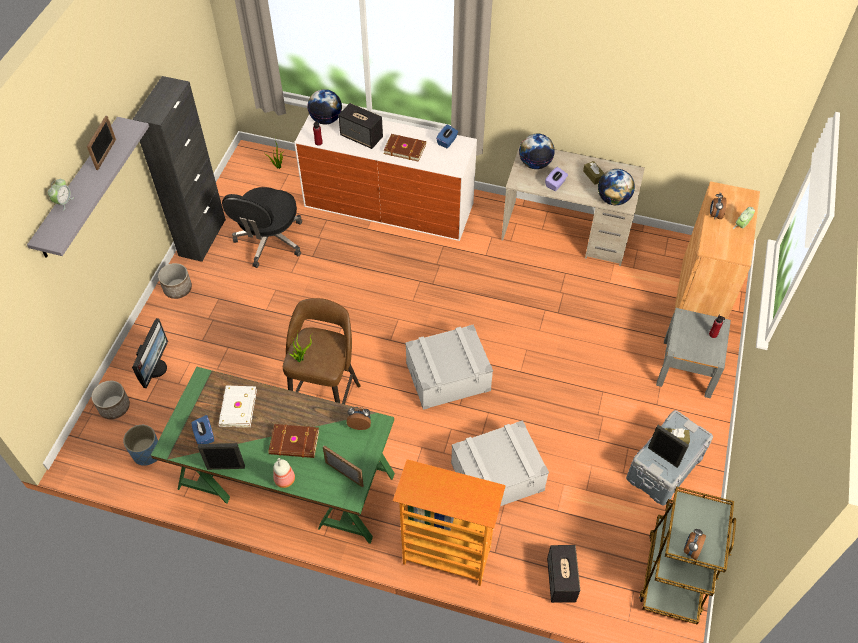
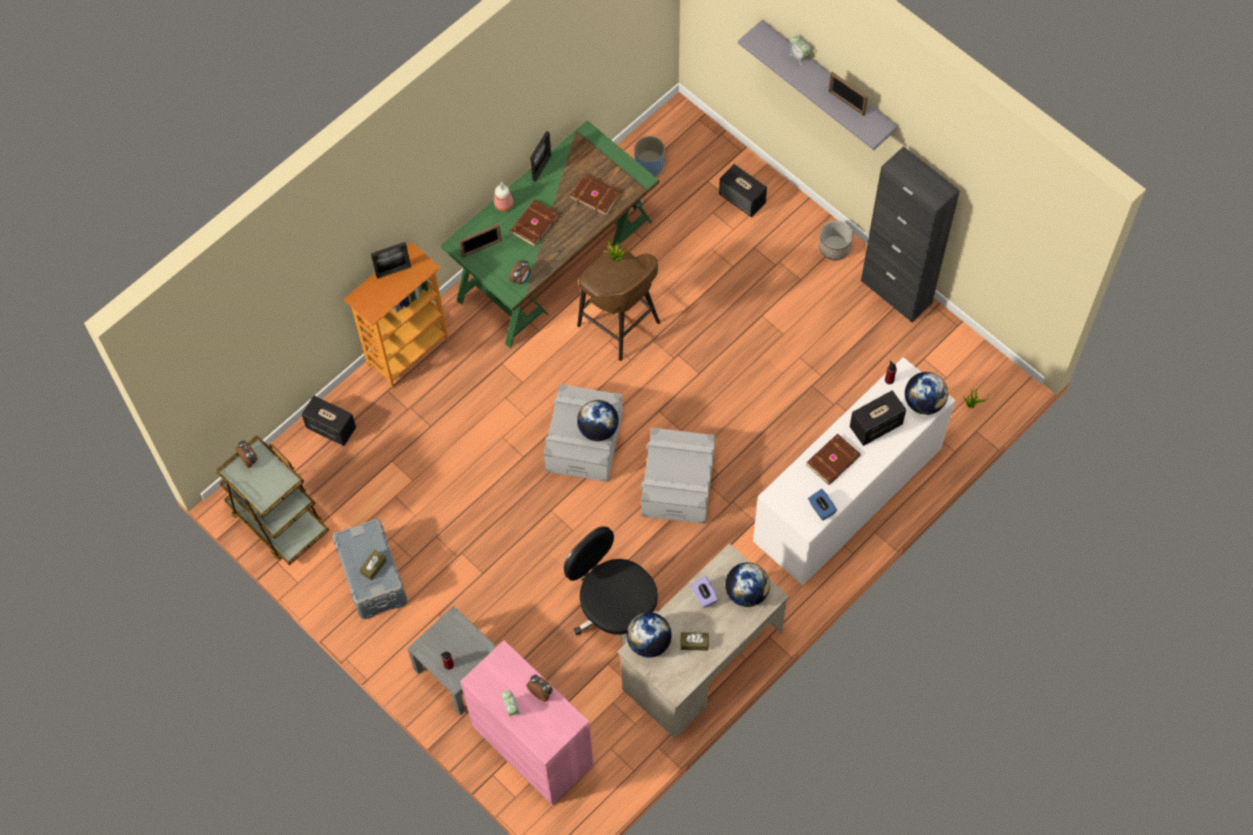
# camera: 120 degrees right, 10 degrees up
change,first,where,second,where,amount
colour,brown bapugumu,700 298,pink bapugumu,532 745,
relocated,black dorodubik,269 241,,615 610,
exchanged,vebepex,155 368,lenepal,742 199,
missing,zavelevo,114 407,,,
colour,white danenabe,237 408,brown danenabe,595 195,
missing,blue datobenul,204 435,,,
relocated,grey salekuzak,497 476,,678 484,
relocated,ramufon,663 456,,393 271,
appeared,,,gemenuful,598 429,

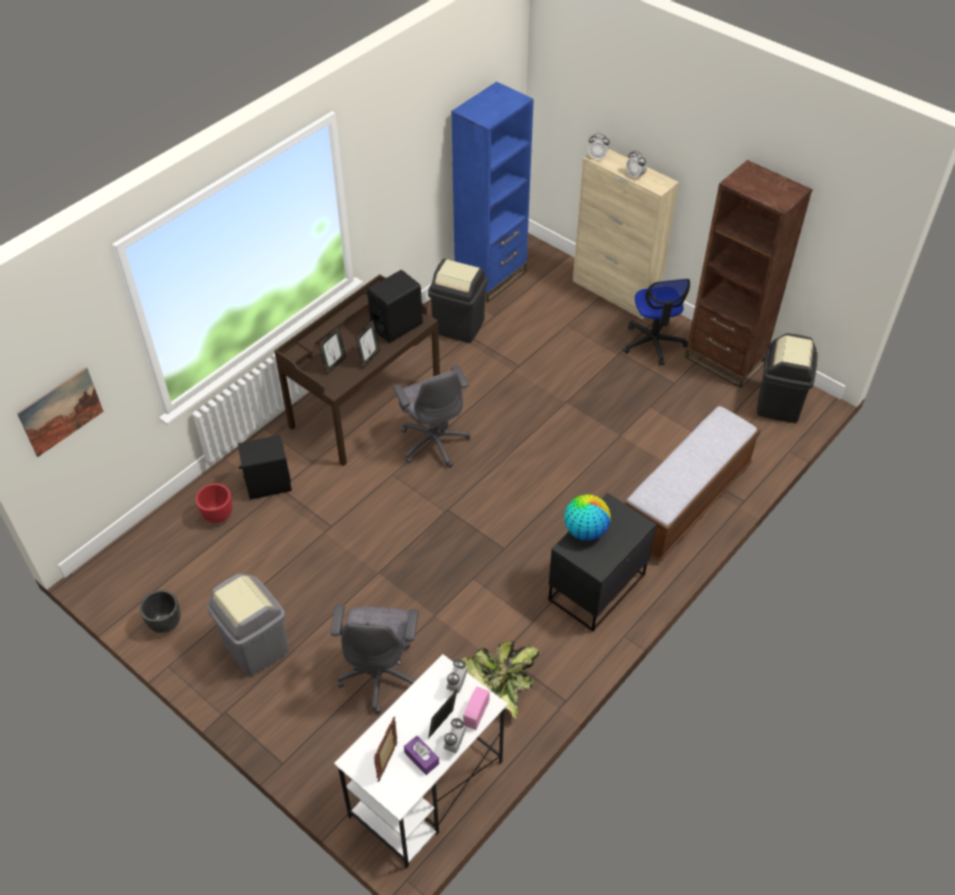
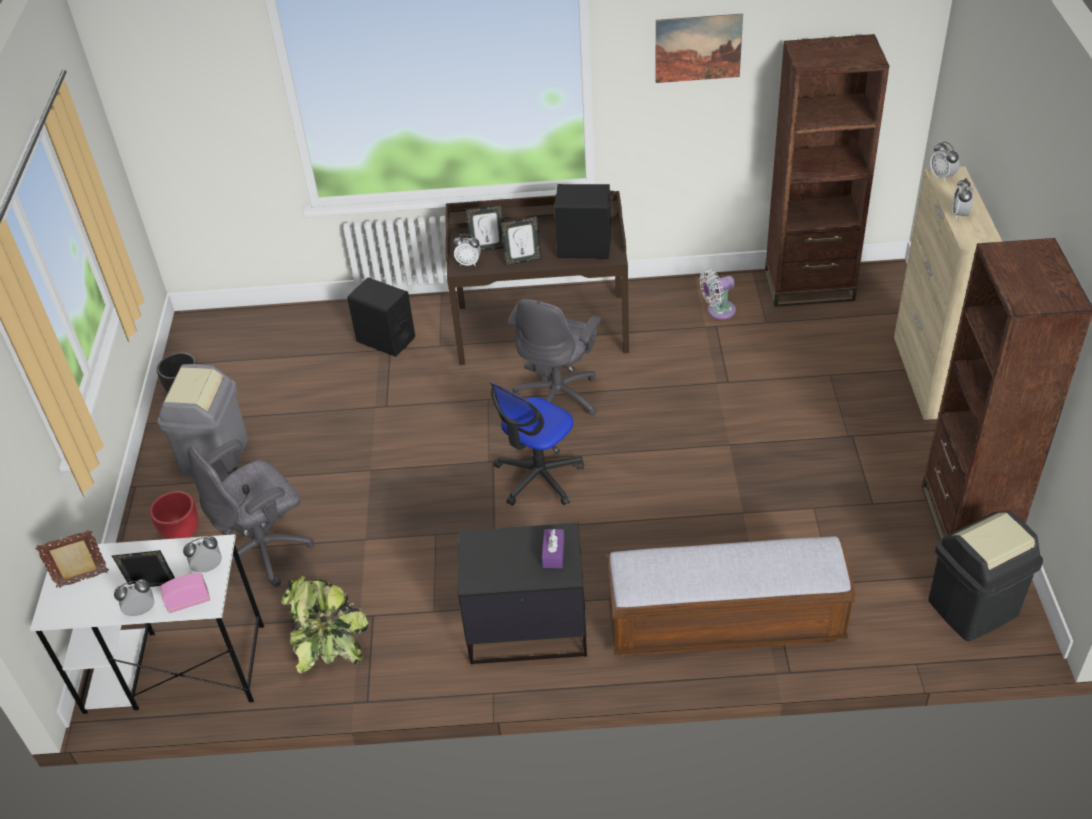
# camera: 50 degrees right, 5 degrees down
change,first,where,second,where,amount
colour,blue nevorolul,491 278,brown nevorolul,809 286,
exchanged,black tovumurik,459 326,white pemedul,718 311,
relocated,dorodubik,653 343,,538 477,
relocated,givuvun,61 411,,698 48,
relocated,red zavelevo,218 515,,182 533,
missing,gemenuful,585 531,,,
relocated,purple datobenul,421 758,,553 553,
appeared,,,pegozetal,468 263,

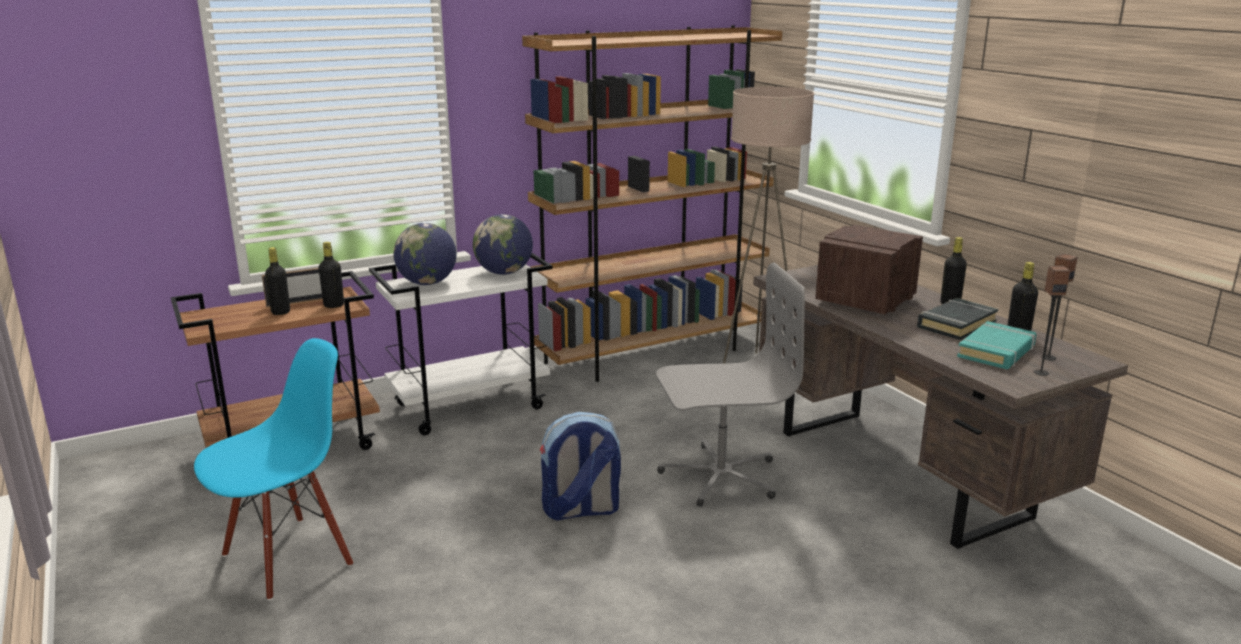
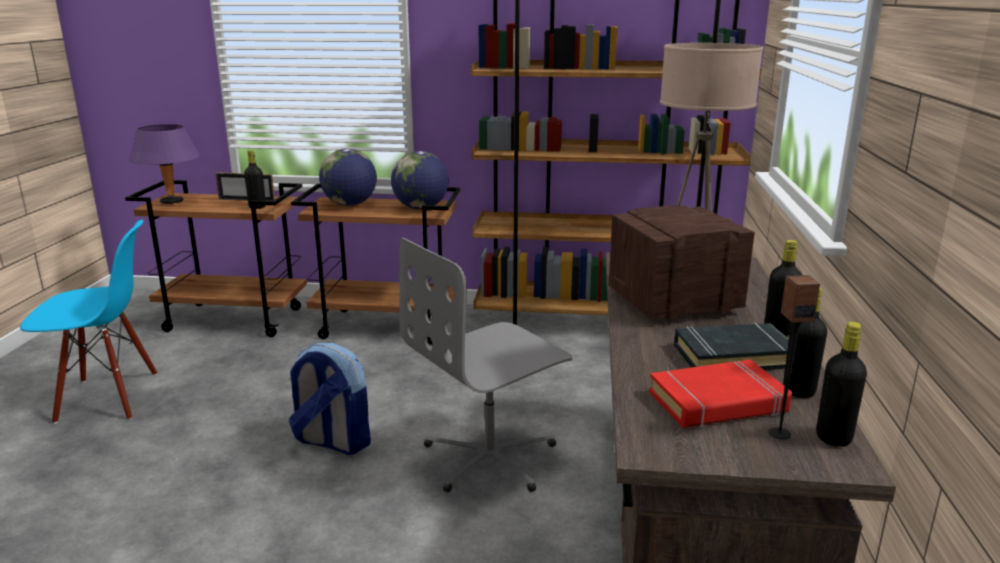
# camera: 35 degrees right, 0 degrees up
change,first,where,second,where,amount
relocated,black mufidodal,280 312,,833 437,
colour,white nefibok,470 406,brown nefibok,387 326,
spun,grey dorodubik,719 476,,491 458,120 degrees clockwise
missing,lenepal,1040 372,,,
colour,turquoise danenabe,996 351,red danenabe,718 402,
appeared,,,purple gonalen,172 202,

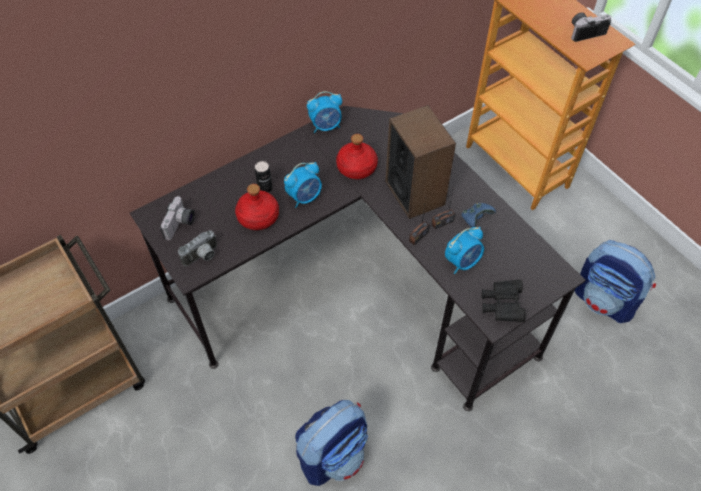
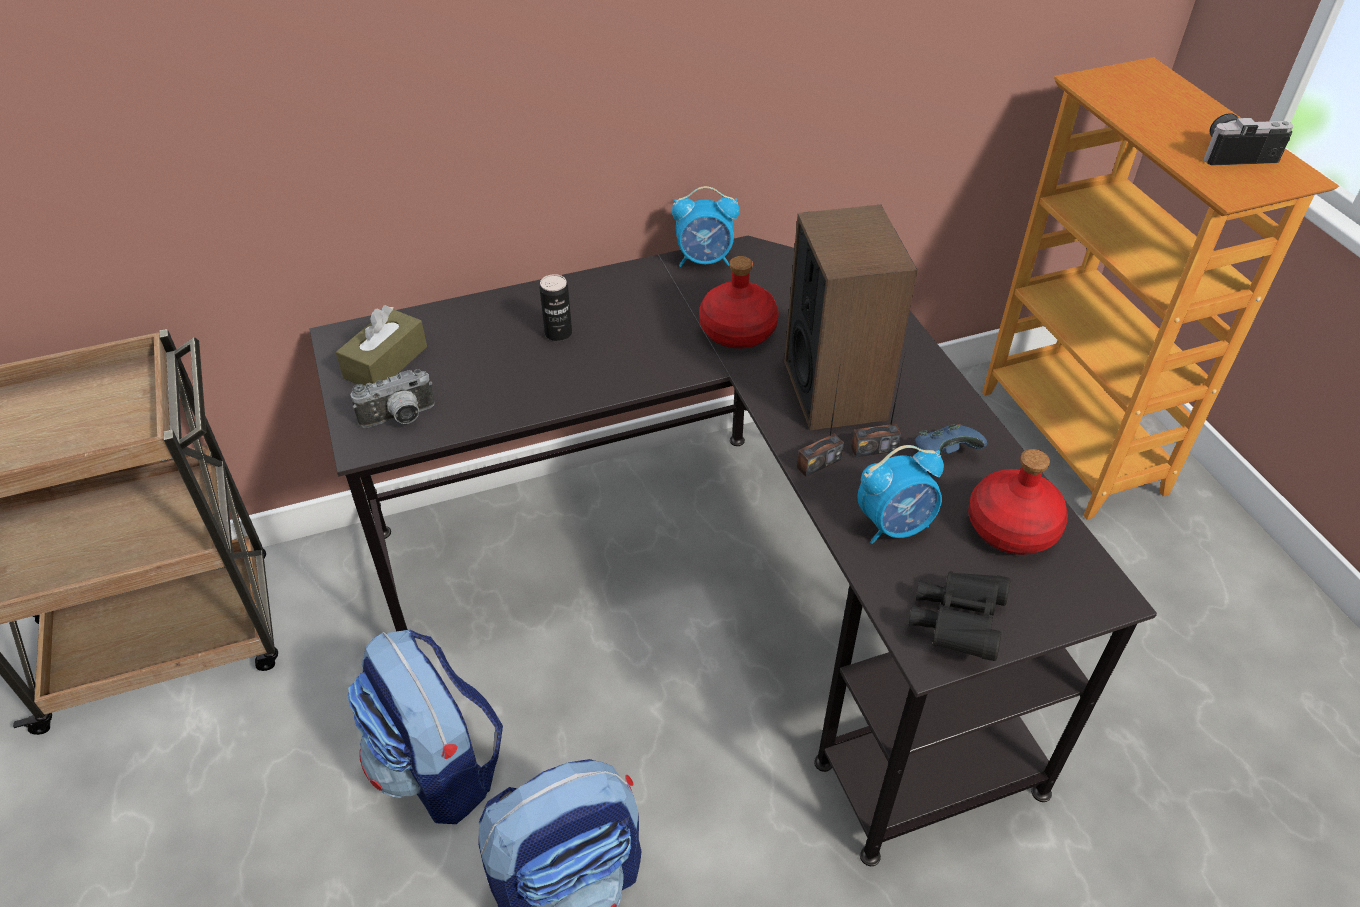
# camera: 15 degrees right, 10 degrees down
change,first,where,second,where,amount
missing,pegozetal,305 197,,,
relocated,red mufidodal,259 217,,1013 528,
exchanged,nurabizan,180 225,brown datobenul,386 362,
relocated,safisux,604 300,,439 767,

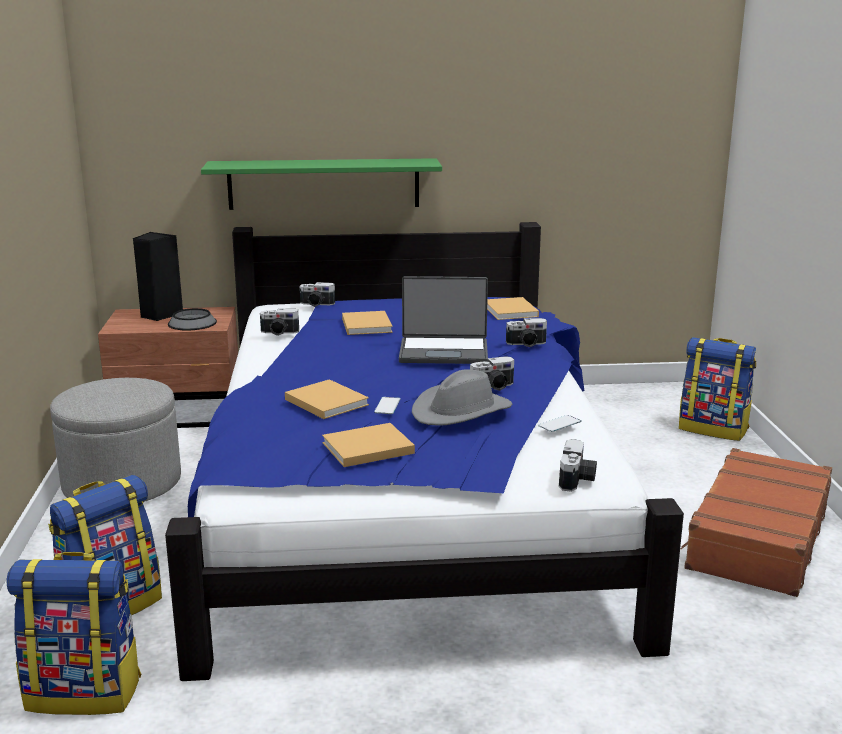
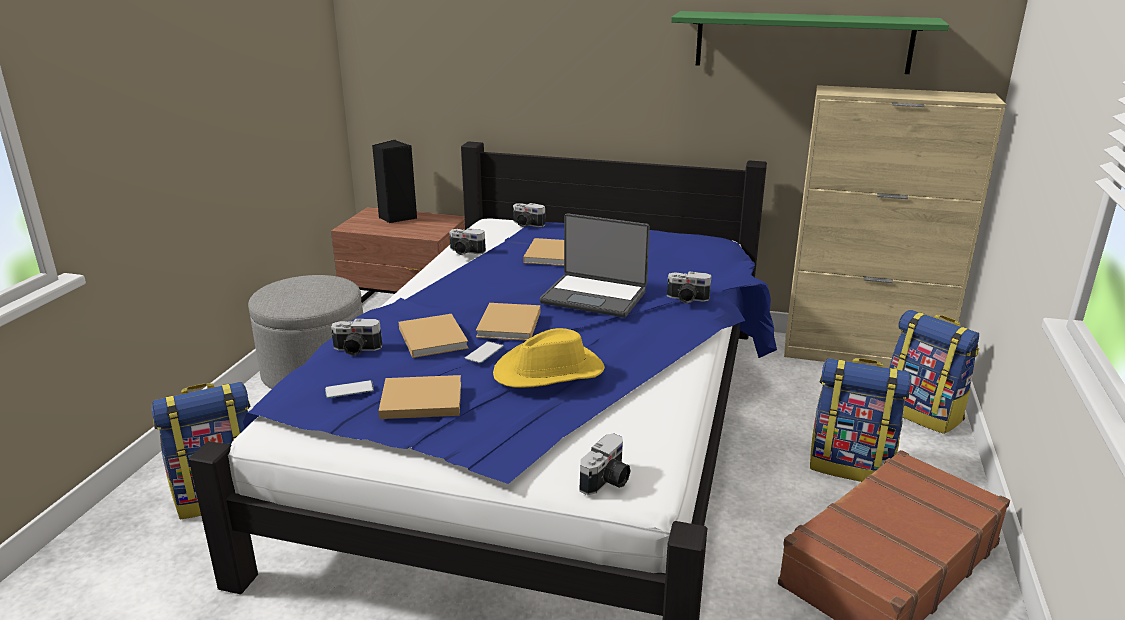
# camera: 20 degrees right, 5 degrees up
change,first,where,second,where,amount
relocated,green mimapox,324 184,,802 42,
relocated,beige danenabe,510 311,,508 325,
missing,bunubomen,192 323,,,
relocated,nurabizan,493 387,,356 350,
colour,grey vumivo,461 411,yellow vumivo,550 372,
relocated,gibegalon,560 424,,349 389,
relocated,safisux,85 692,,851 465,
appeared,,,beige bapugumu,863 355,

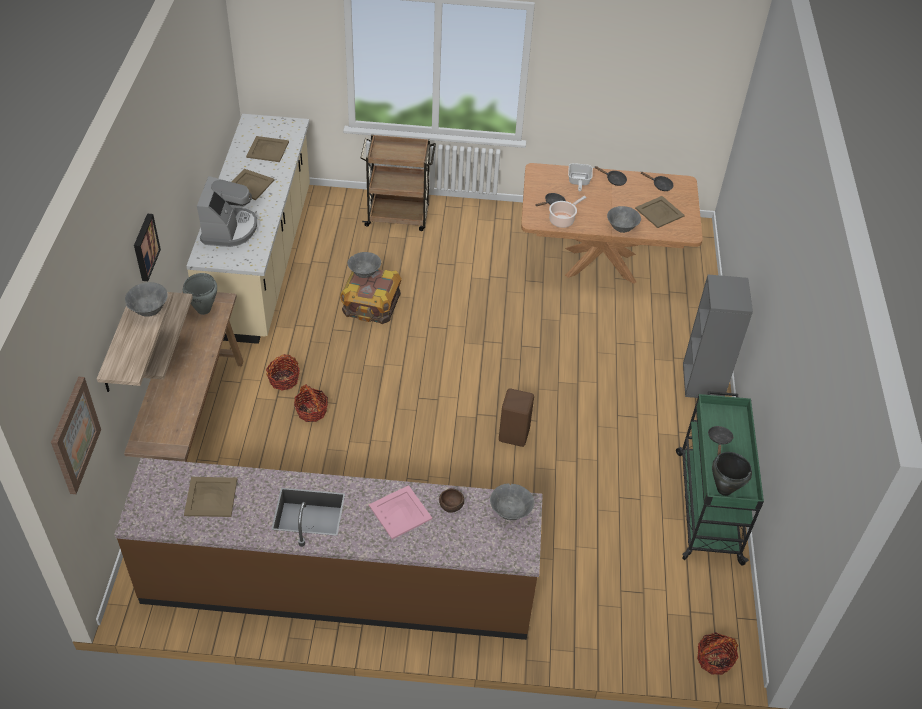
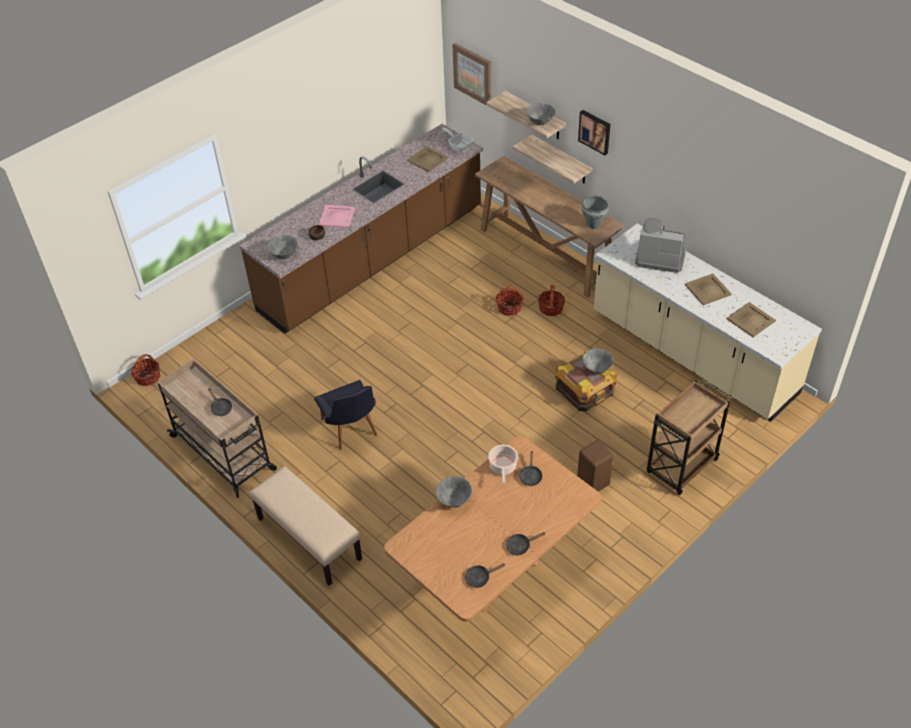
# camera: 135 degrees right, 0 degrees up
change,first,where,second,where,amount
relocated,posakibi,578 182,,459 146,
spun,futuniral,229 229,,659 257,150 degrees clockwise
missing,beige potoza,659 212,,,
exchanged,grey nevorolul,703 382,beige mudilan,308 539,
relocated,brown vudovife,513 434,,594 482,
colour,green nefibok,708 505,beige nefibok,224 453,
missing,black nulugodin,724 489,,,
appeared,,,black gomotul,351 431,

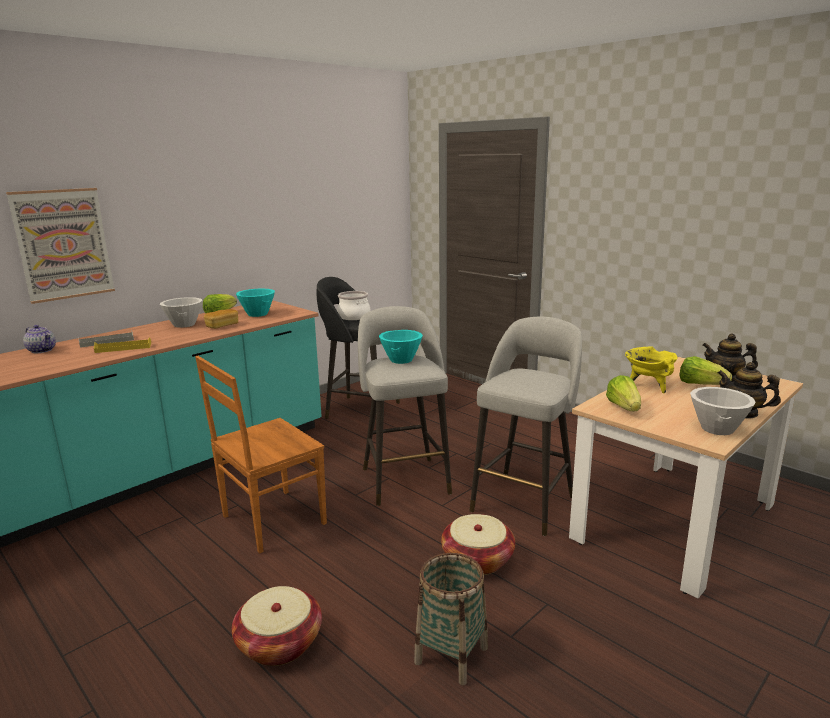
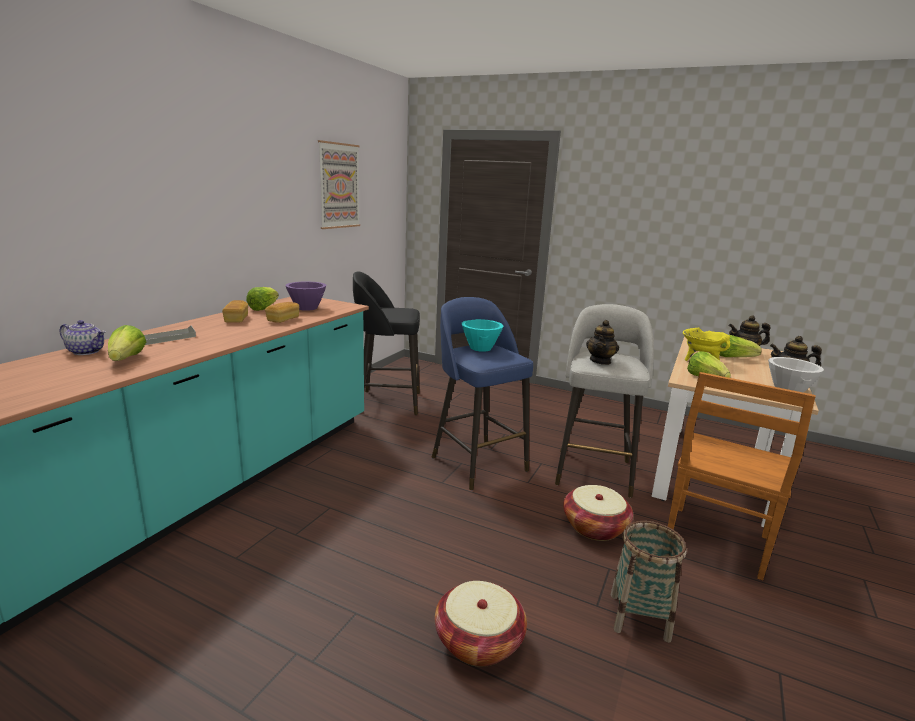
# camera: 20 degrees left, 0 degrees up
change,first,where,second,where,amount
relocated,givuvun,63 244,,339 186,
colour,turquoise bunubomen,257 314,purple bunubomen,307 308,
missing,nulugodin,354 316,,,
exchanged,white bunubomen,184 325,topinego,236 319,
colour,grey vudovife,405 479,blue vudovife,477 462,
missing,yellow potoza,123 348,,,
relocated,brown gomotul,271 521,,715 542,
appeared,,,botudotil,600 361,
appeared,,,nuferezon,127 359,

